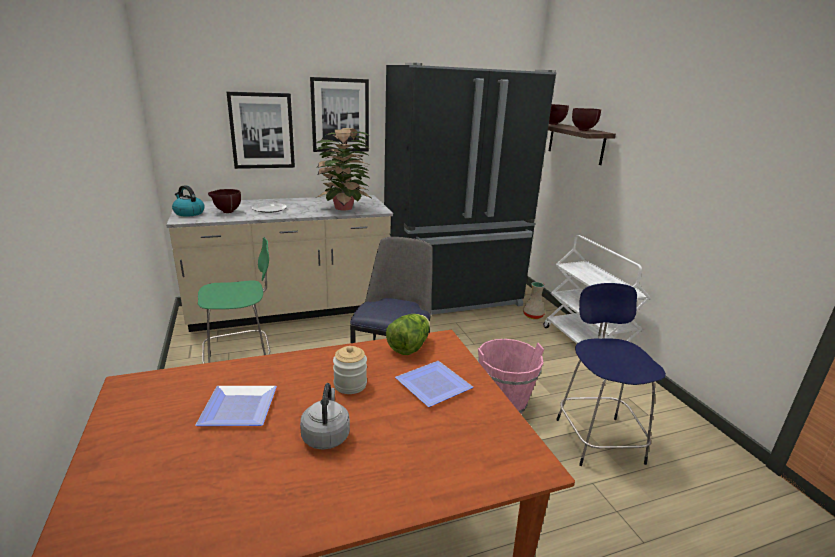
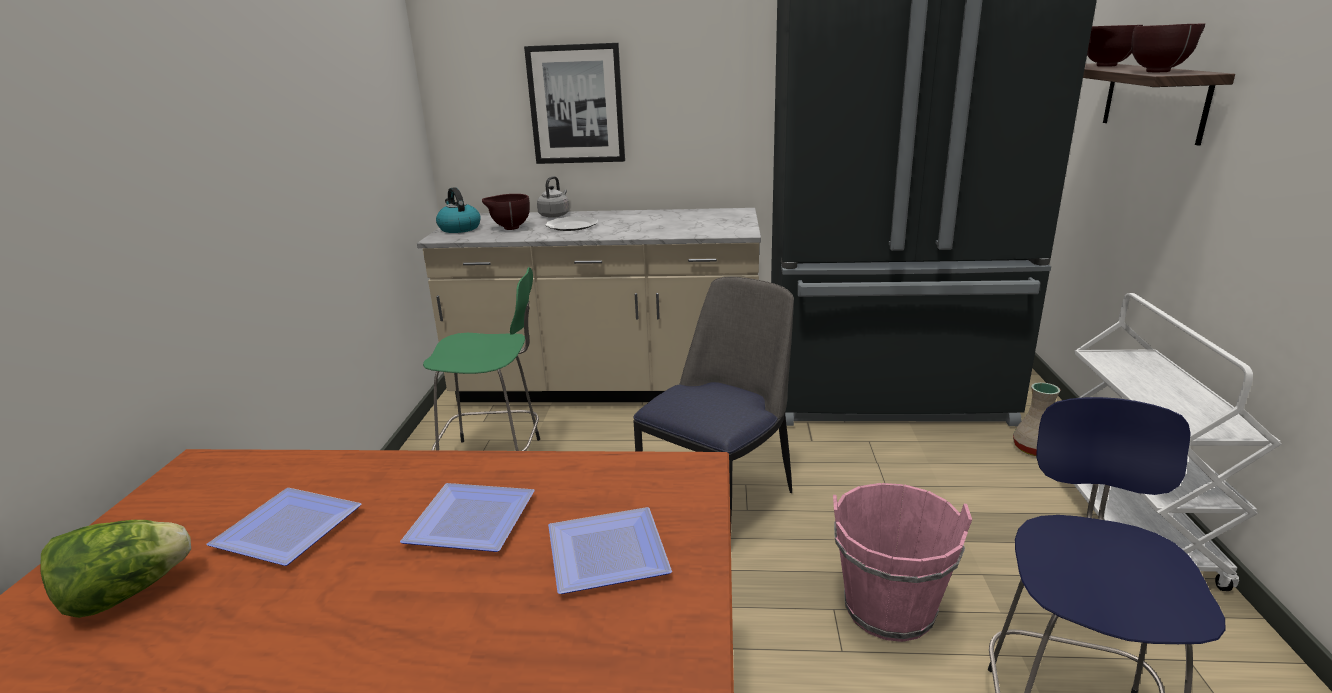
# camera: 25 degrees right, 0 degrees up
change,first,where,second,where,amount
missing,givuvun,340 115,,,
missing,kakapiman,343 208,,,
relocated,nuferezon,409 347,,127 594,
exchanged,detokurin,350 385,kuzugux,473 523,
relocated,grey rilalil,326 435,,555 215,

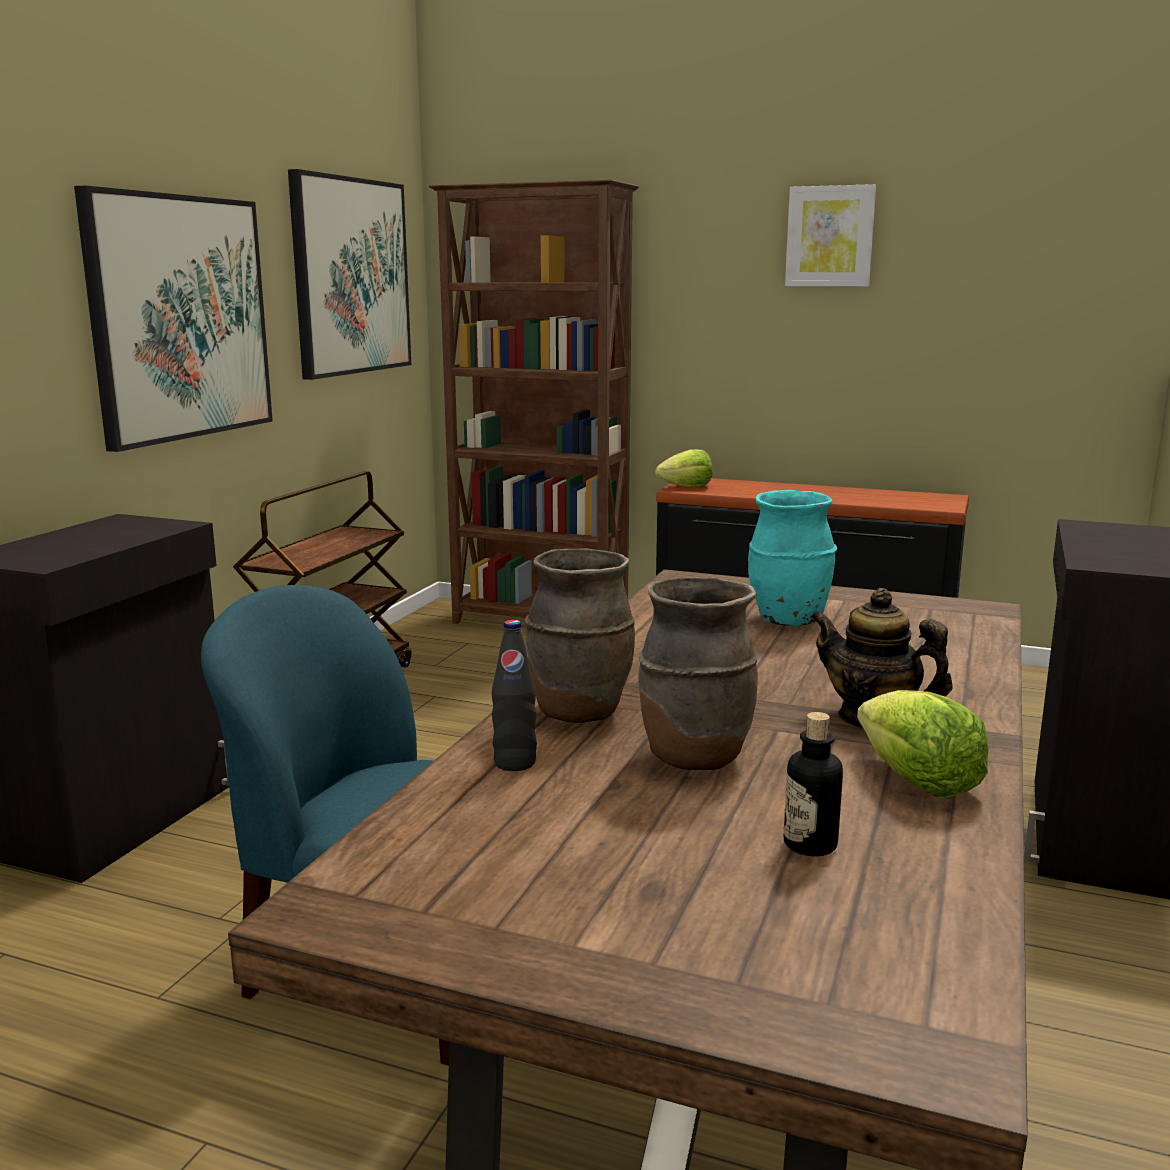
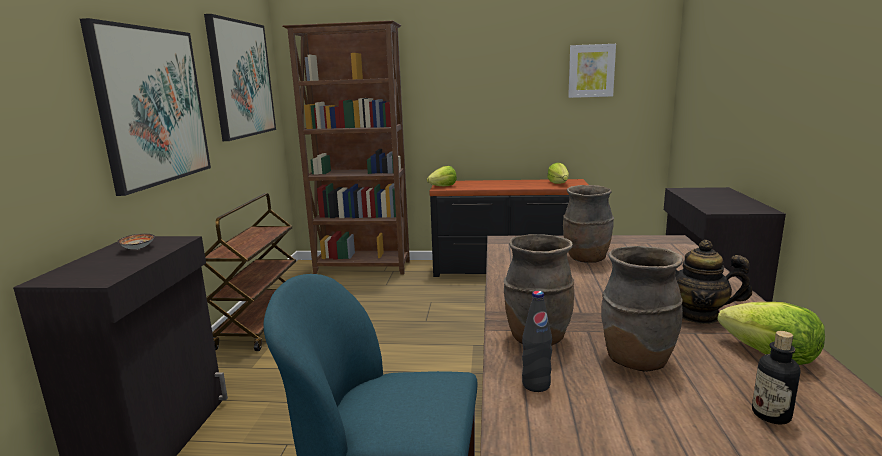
# camera: 15 degrees left, 0 degrees up
change,first,where,second,where,amount
relocated,givuvun,830 236,,591 71,
colour,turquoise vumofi,788 620,brown vumofi,586 259,
appeared,,,nuferezon,559 183,
appeared,,,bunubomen,138 249,

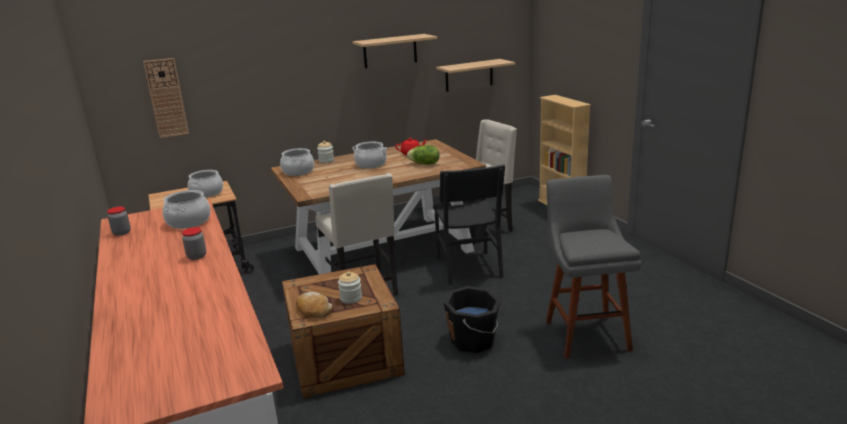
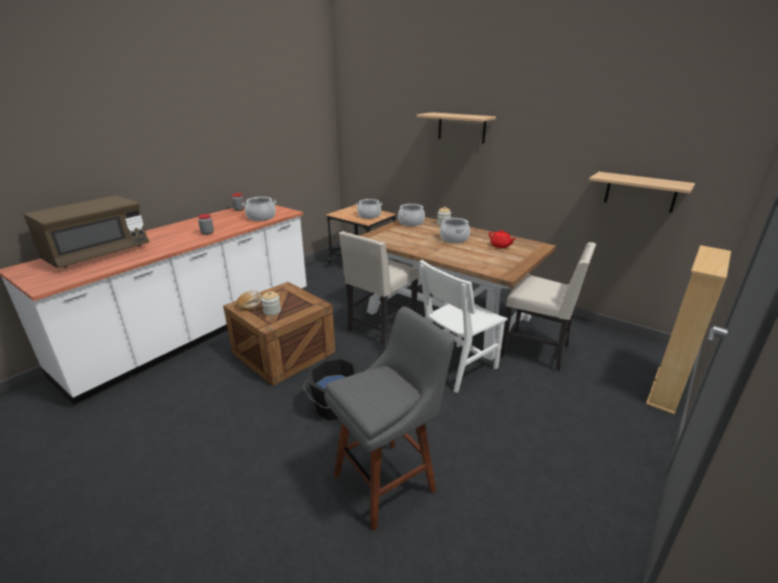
# camera: 60 degrees right, 5 degrees up
change,first,where,second,where,amount
relocated,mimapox,390 51,,461 127,
missing,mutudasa,166 98,,,
missing,nuferezon,424 164,,,
colour,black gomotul,468 267,white gomotul,457 366,
appeared,,,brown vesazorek,98 254,

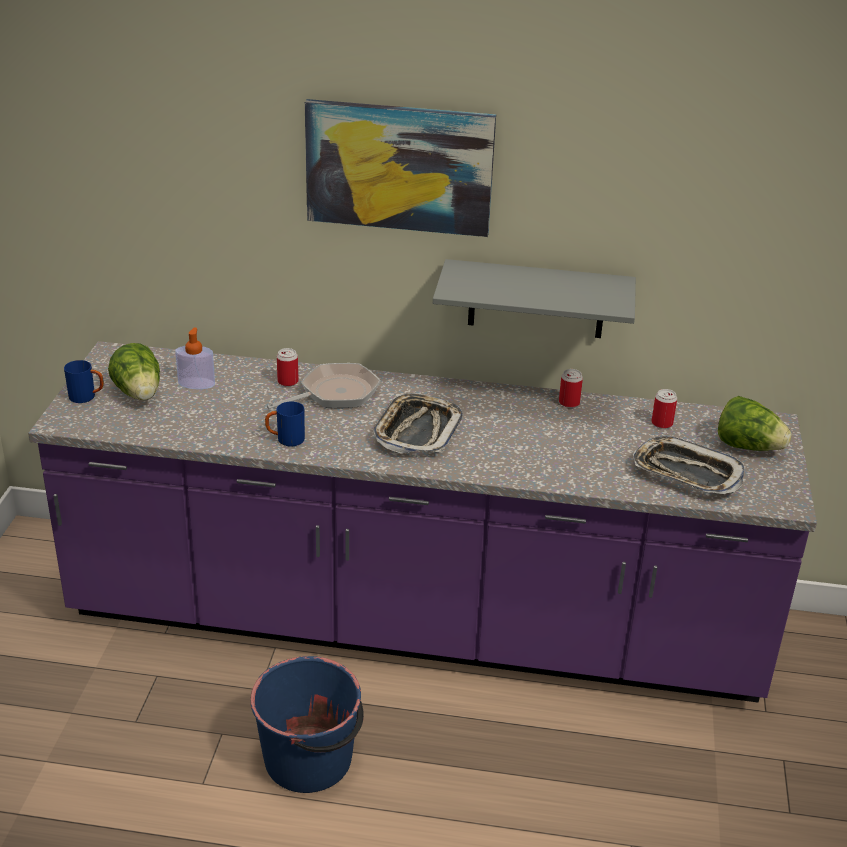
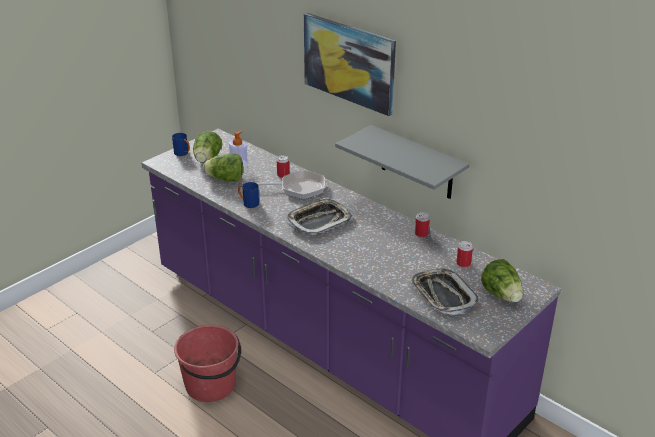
# camera: 35 degrees right, 0 degrees up
change,first,where,second,where,amount
colour,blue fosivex,310 760,red fosivex,211 385,
appeared,,,nuferezon,225 179,

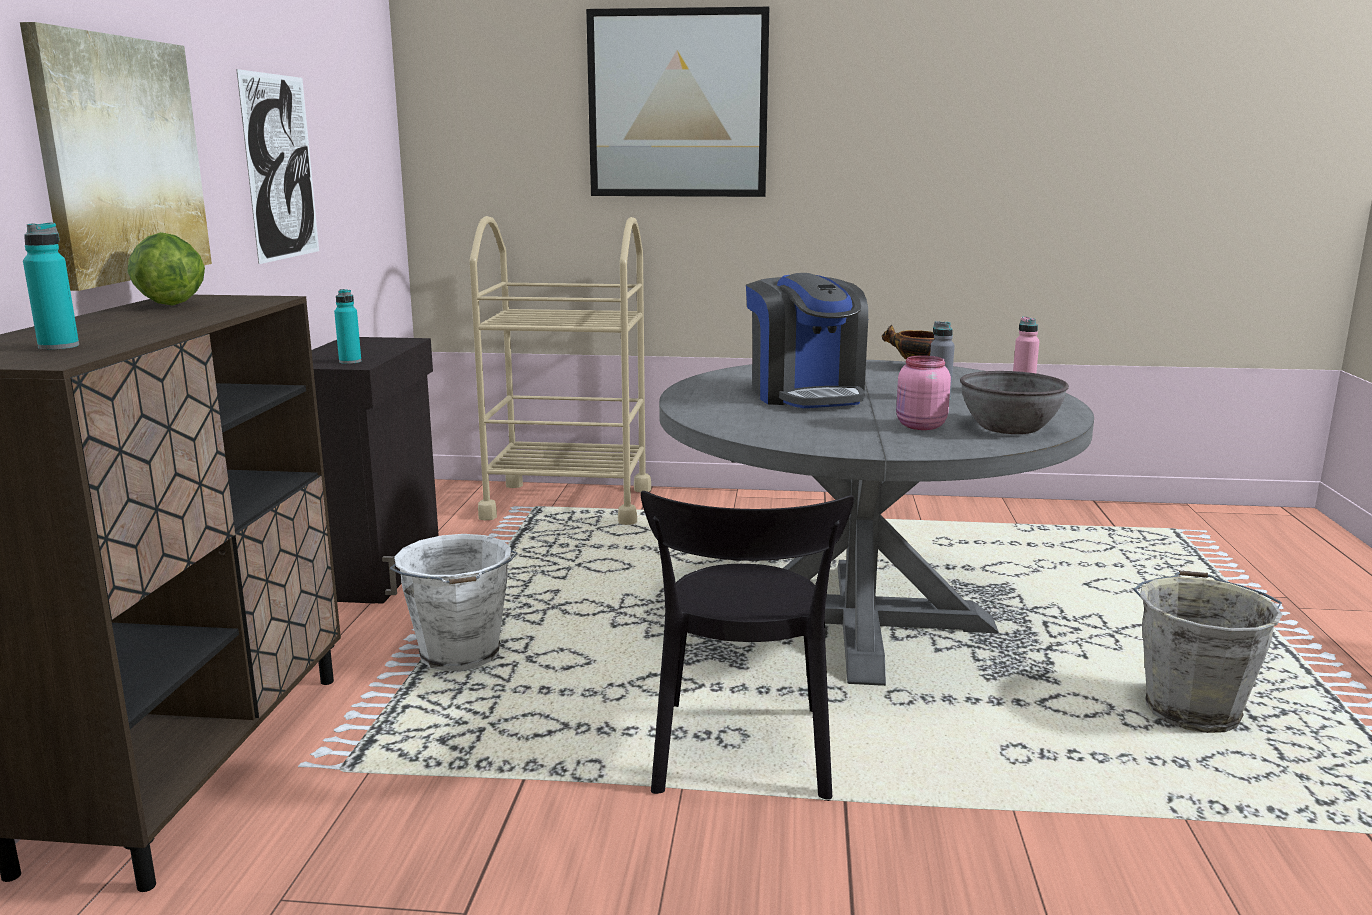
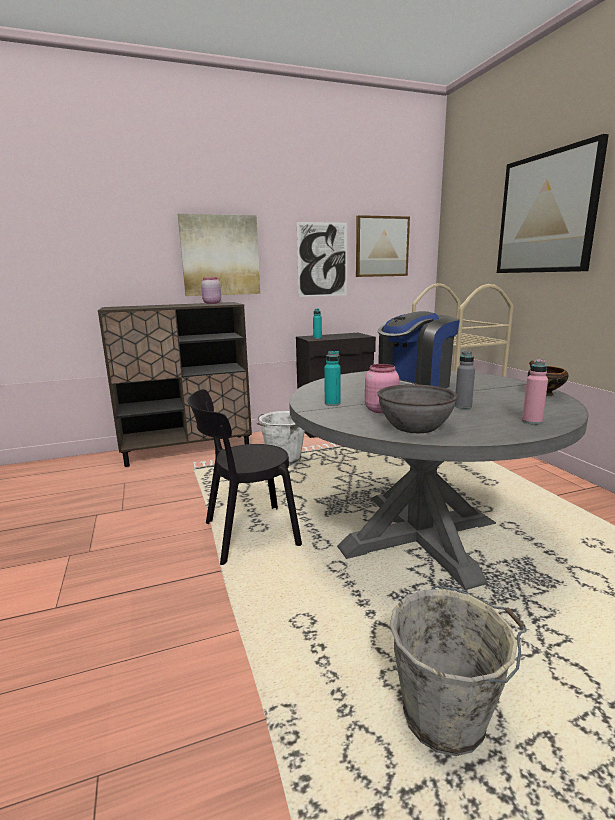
# camera: 65 degrees right, 0 degrees up
change,first,where,second,where,amount
relocated,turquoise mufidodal,58 346,,332 404,
exchanged,nuferezon,170 304,pink detokurin,211 303,
appeared,,,givuvun,381 246,

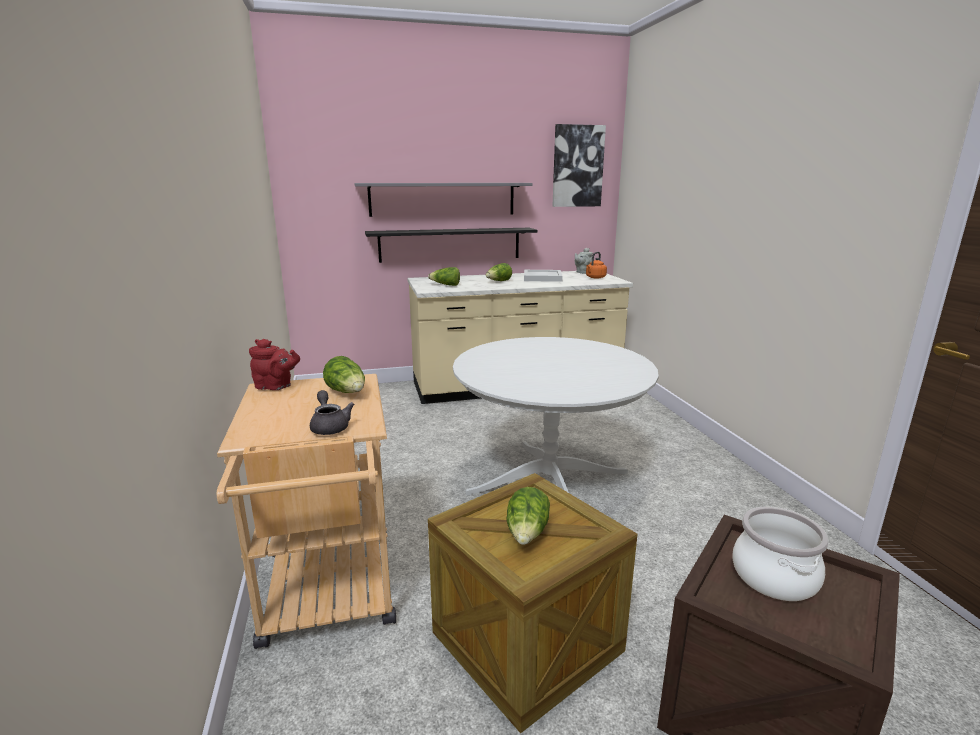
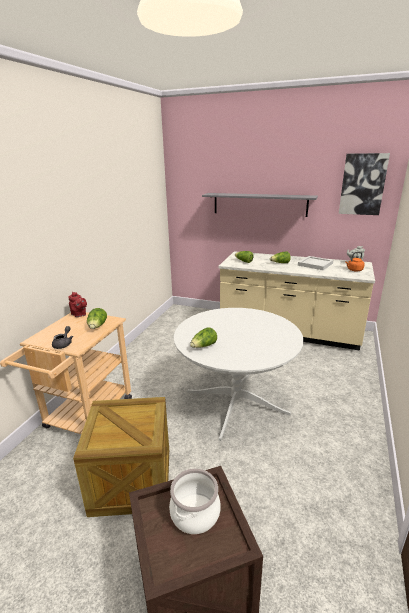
# camera: 35 degrees right, 5 degrees up
change,first,where,second,where,amount
missing,black mimapox,450 244,,,
relocated,nuferezon,527 533,,204 346,

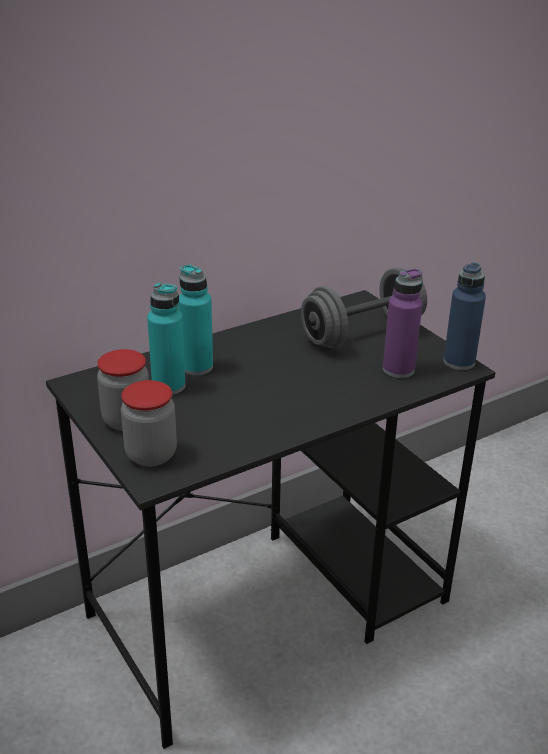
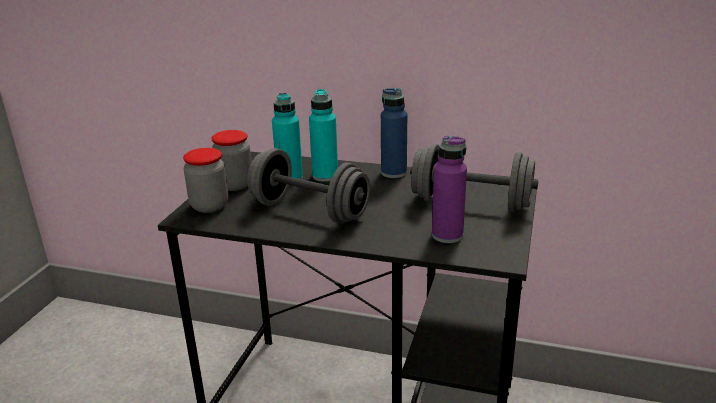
# camera: 50 degrees right, 5 degrees down
change,first,where,second,where,amount
relocated,blue mufidodal,459 362,,393 173,
appeared,,,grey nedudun,309 211,

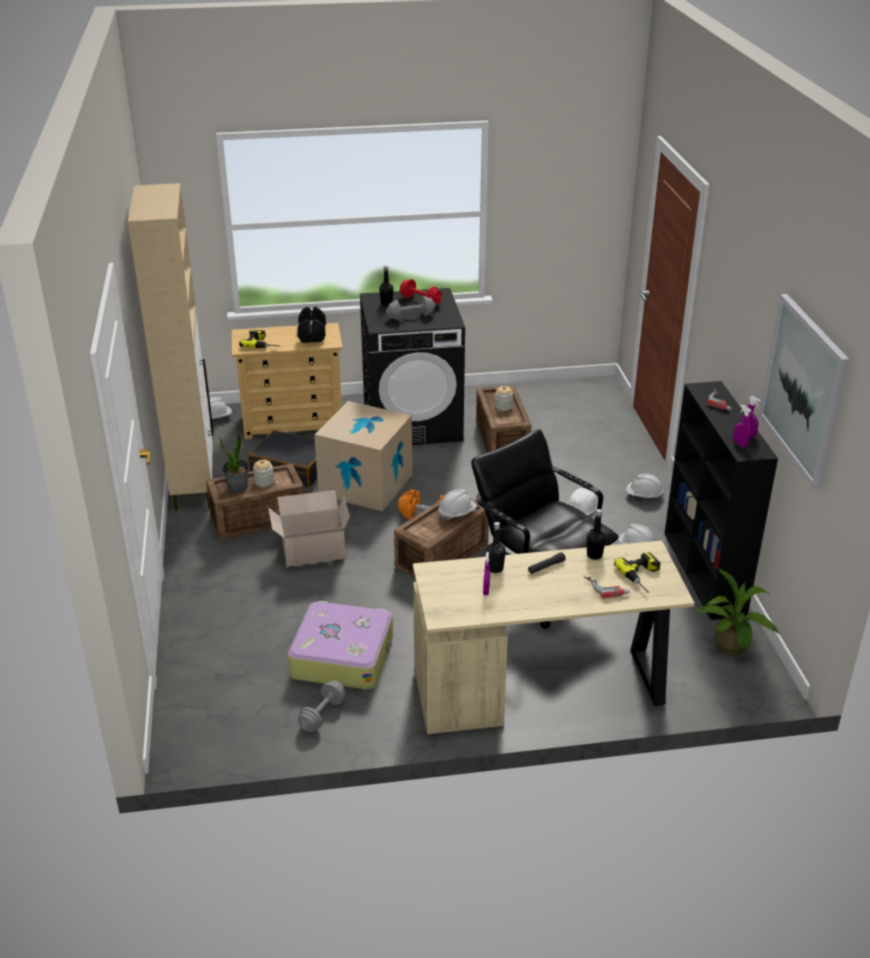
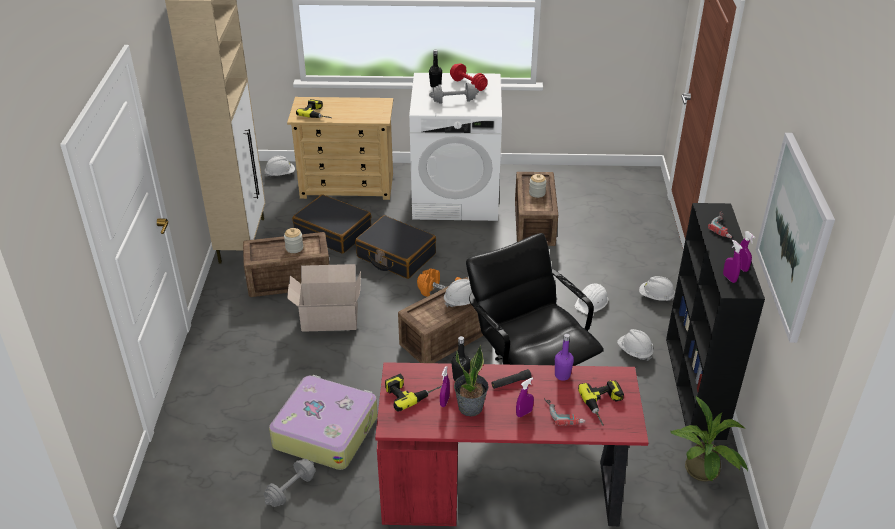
# camera: 10 degrees right, 5 degrees up
change,first,where,second,where,amount
colour,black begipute,413 423,white begipute,456 197,
missing,black nedudun,312 334,,,
exchanged,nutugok,366 484,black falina,396 256,
relocated,kakapiman,237 487,,470 407,
colour,black mufidodal,594 555,purple mufidodal,562 375,
colour,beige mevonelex,543 688,red mevonelex,504 491,
appeared,,,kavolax,412 391,
appeared,,,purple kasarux,524 413,

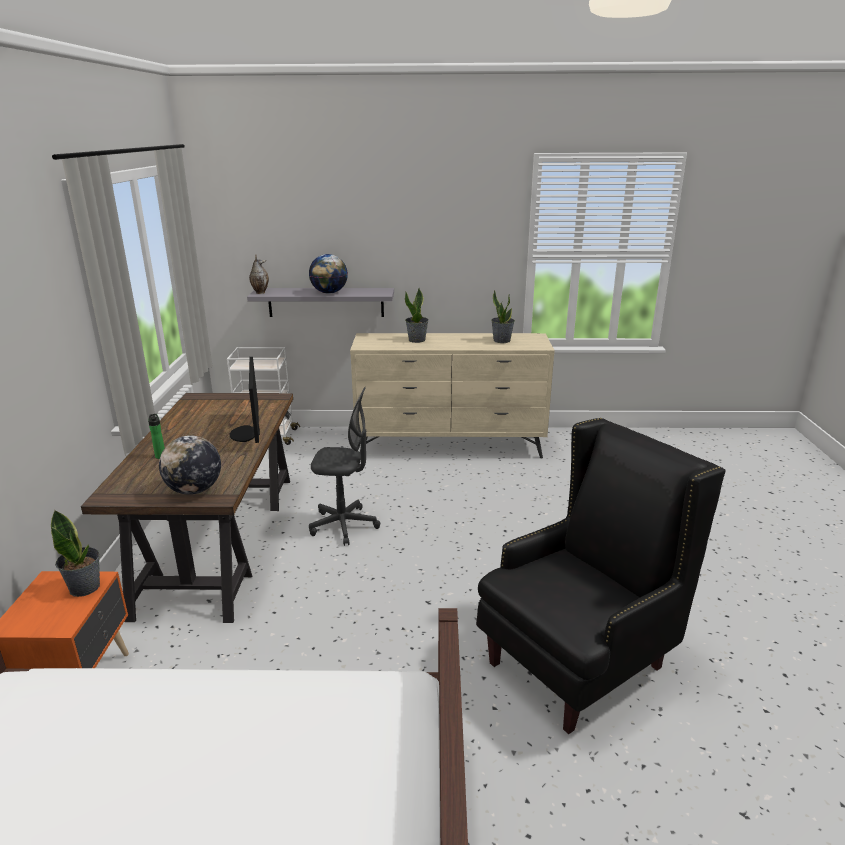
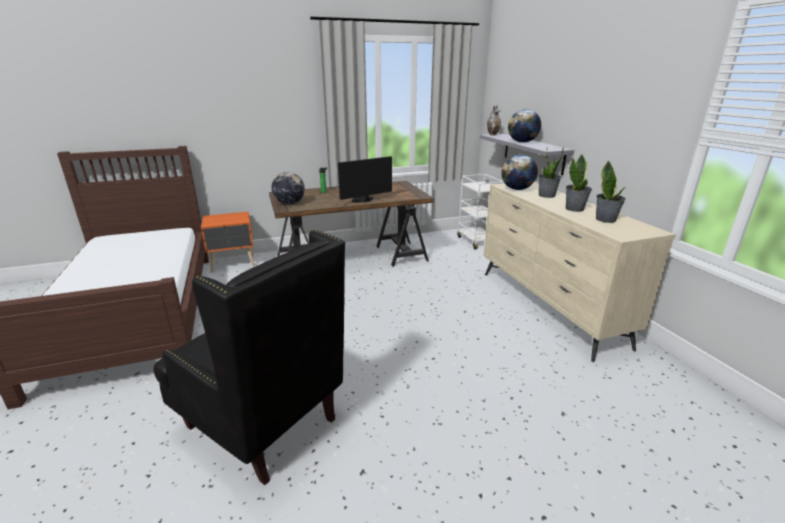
# camera: 70 degrees right, 0 degrees up
change,first,where,second,where,amount
missing,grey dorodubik,344 525,,,
relocated,kakapiman,85 587,,574 209,
appeared,,,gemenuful,517 189,

